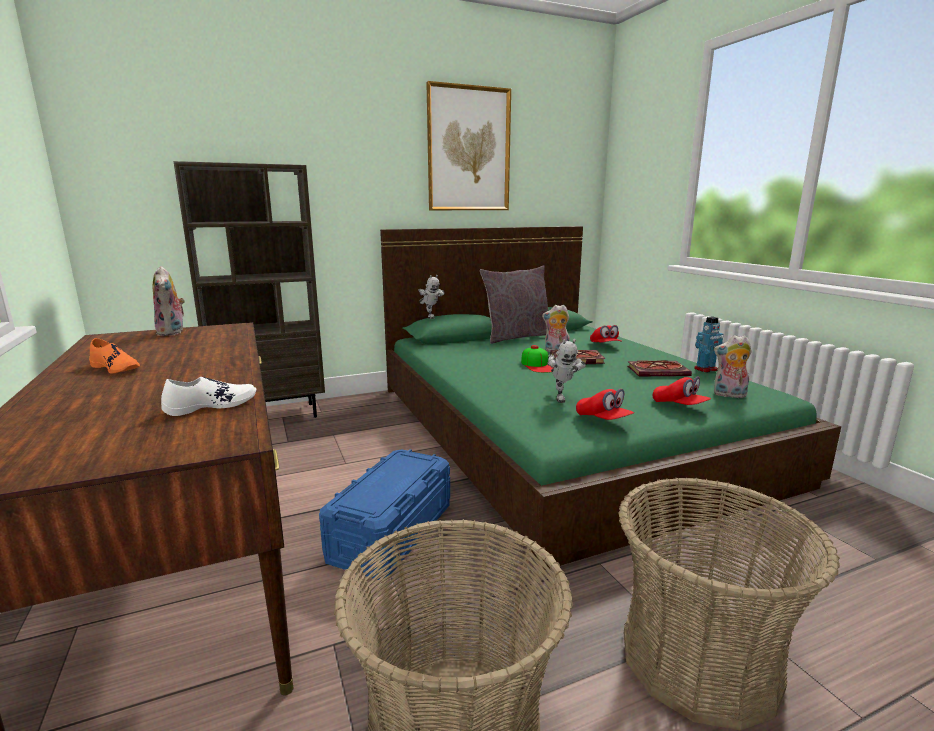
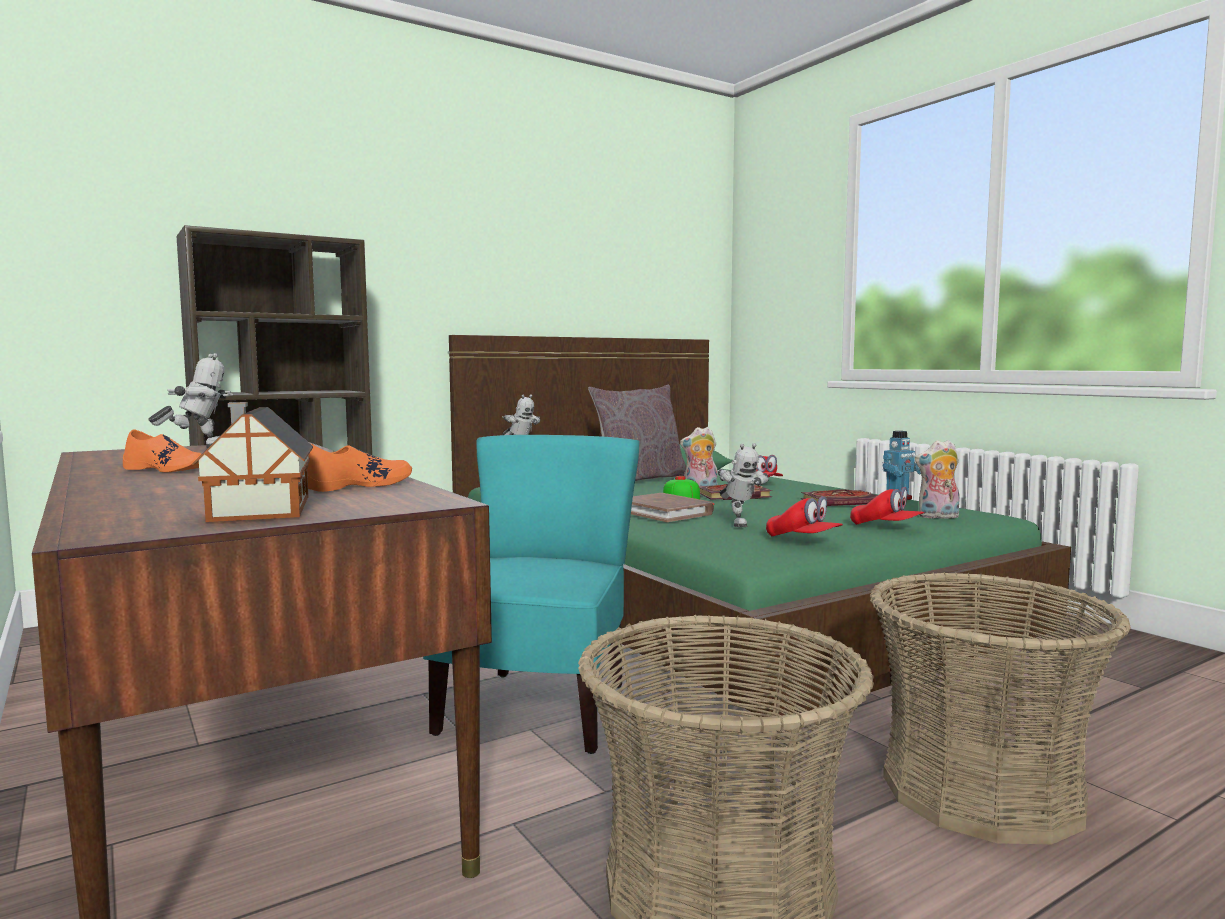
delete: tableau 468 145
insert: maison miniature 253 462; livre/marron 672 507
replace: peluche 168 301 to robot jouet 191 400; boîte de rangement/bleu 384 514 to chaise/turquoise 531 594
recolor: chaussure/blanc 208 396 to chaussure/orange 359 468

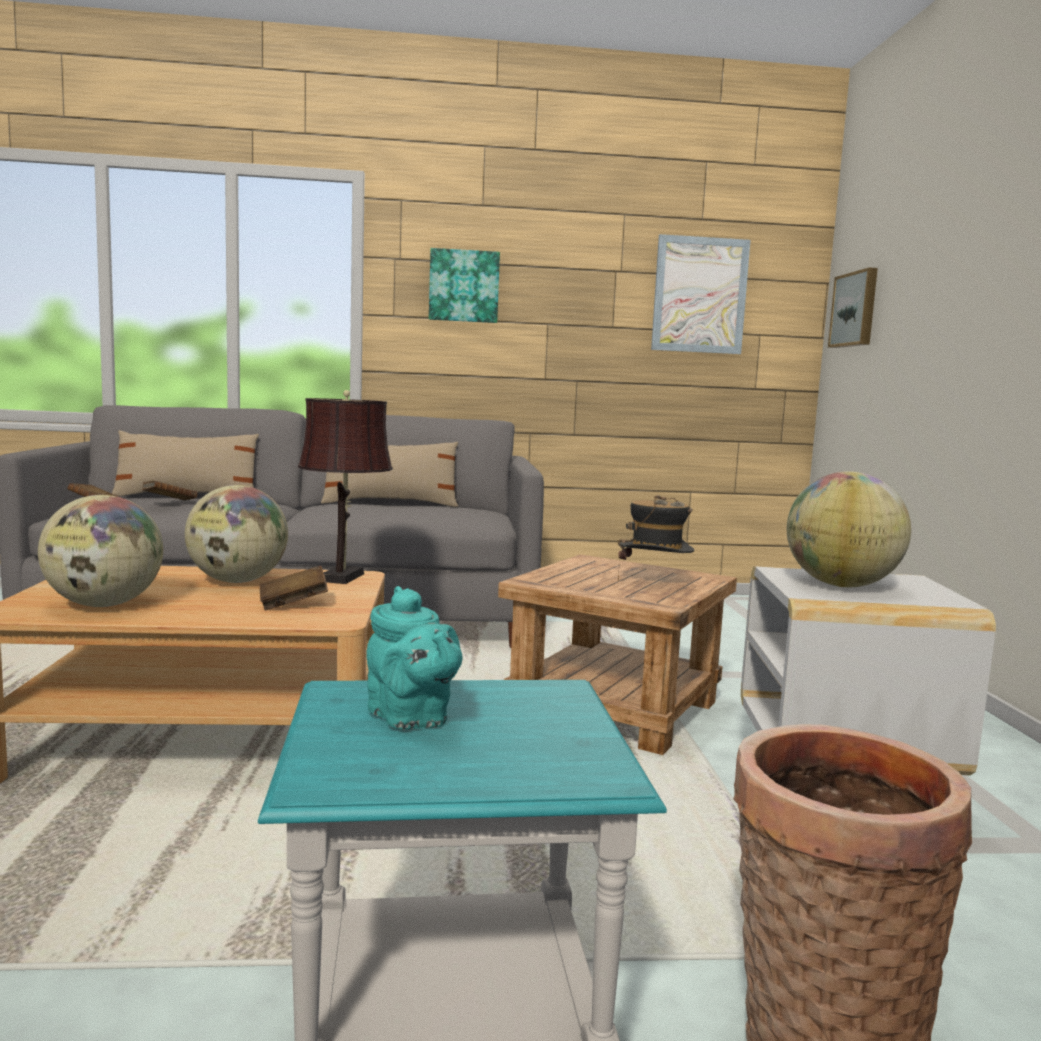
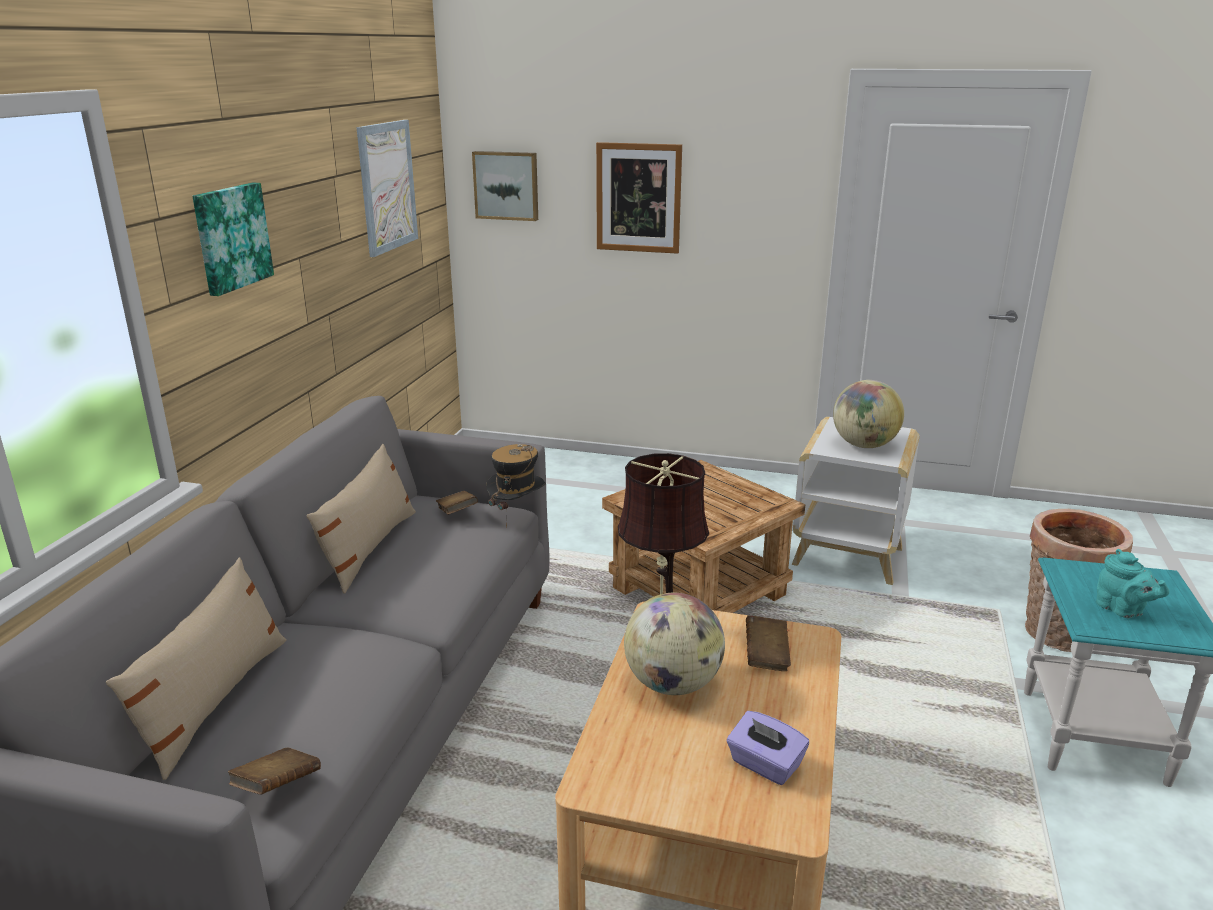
insert: tableau 639 198
move: livre/marron 170 490 to 457 503; chapeau 656 538 to 516 486
replace: globe 100 551 to boîte à mouchoirs/violet 768 748
rotate: théière/turquoise 414 657 = 1132 583 75 degrees clockwise

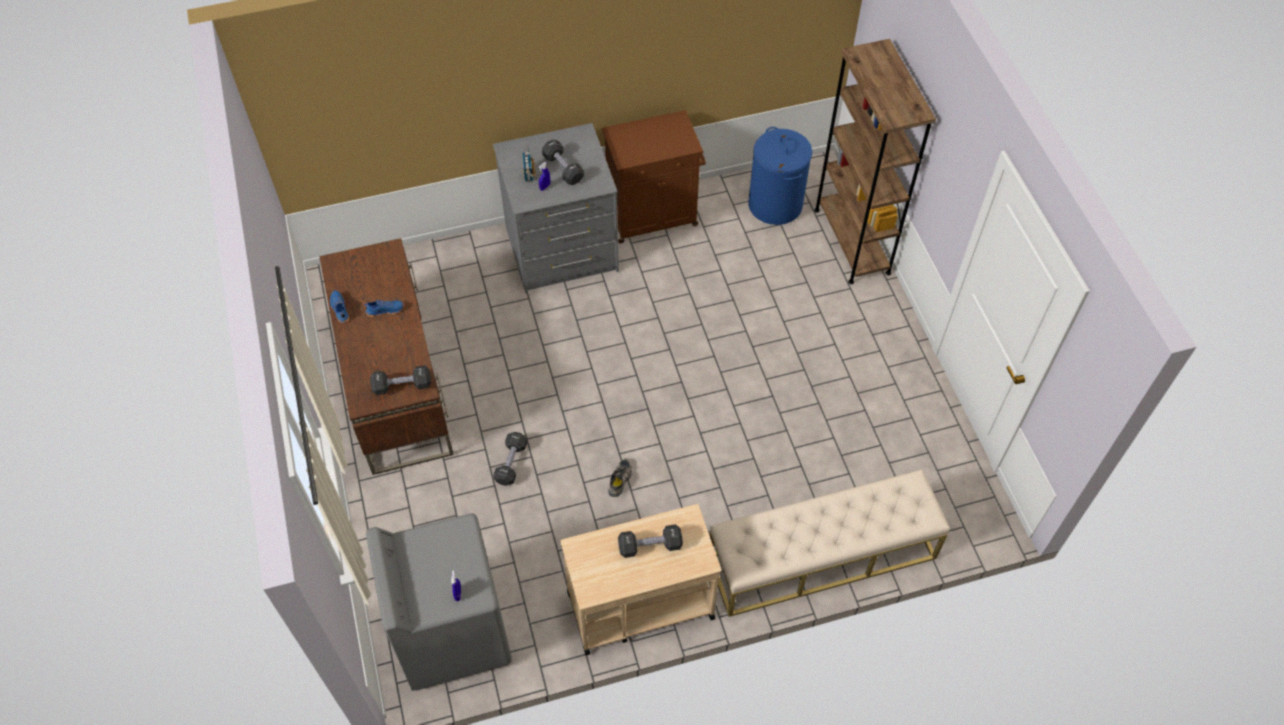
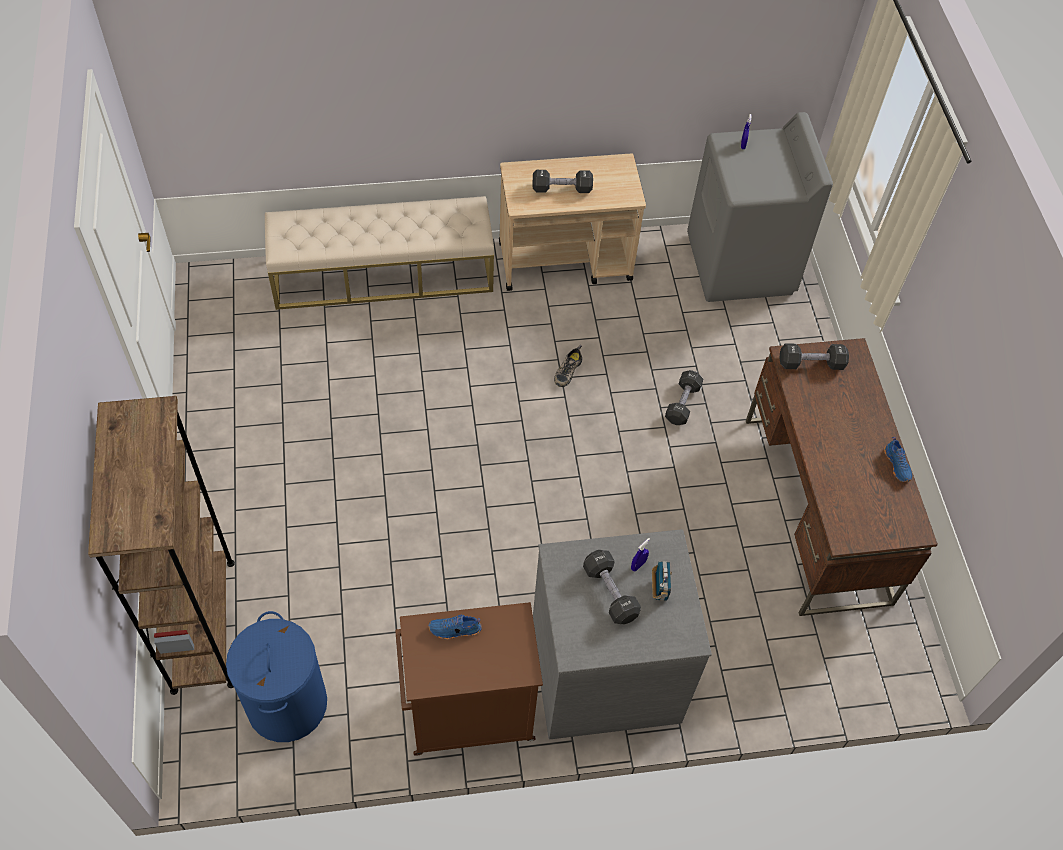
move: chaussure/bleu 383 308 to 455 627

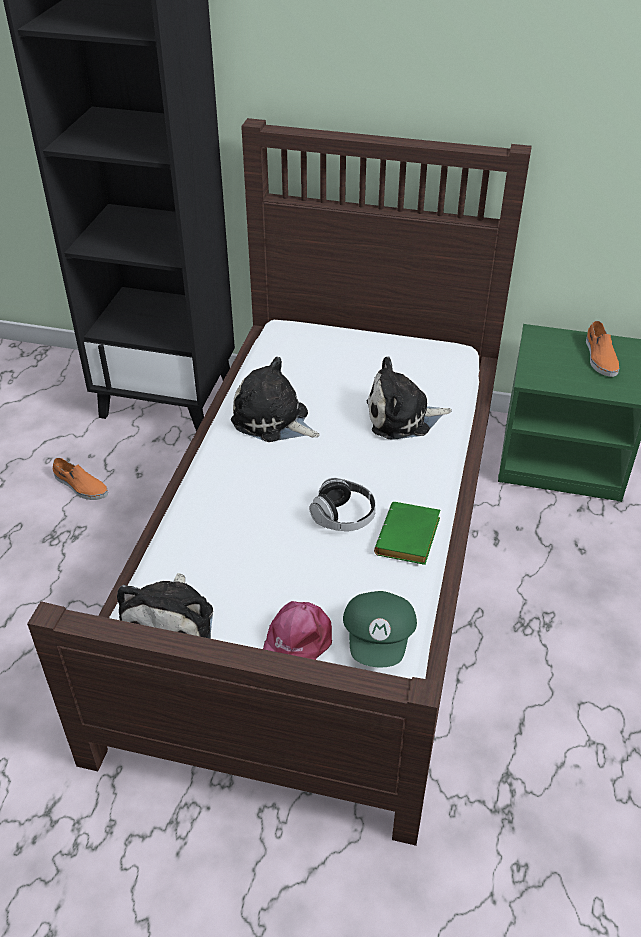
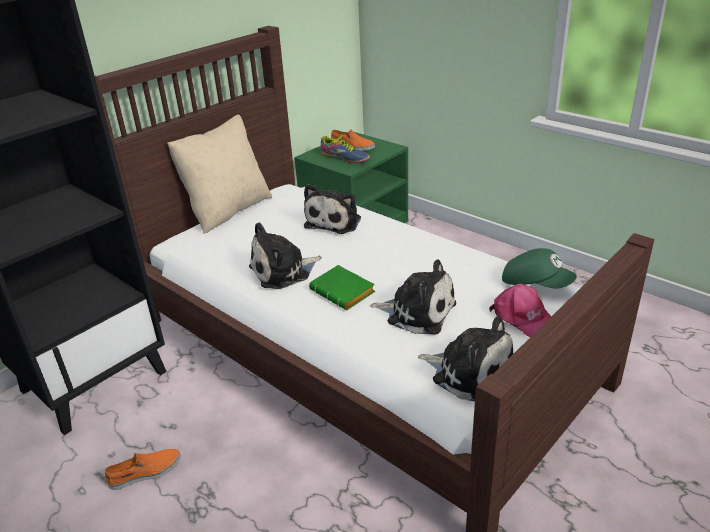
delete: casque audio 342 504
insert: coussin/beige 219 174; chaussure 345 148; peluche 413 297
move: livre/vert 407 533 to 342 287

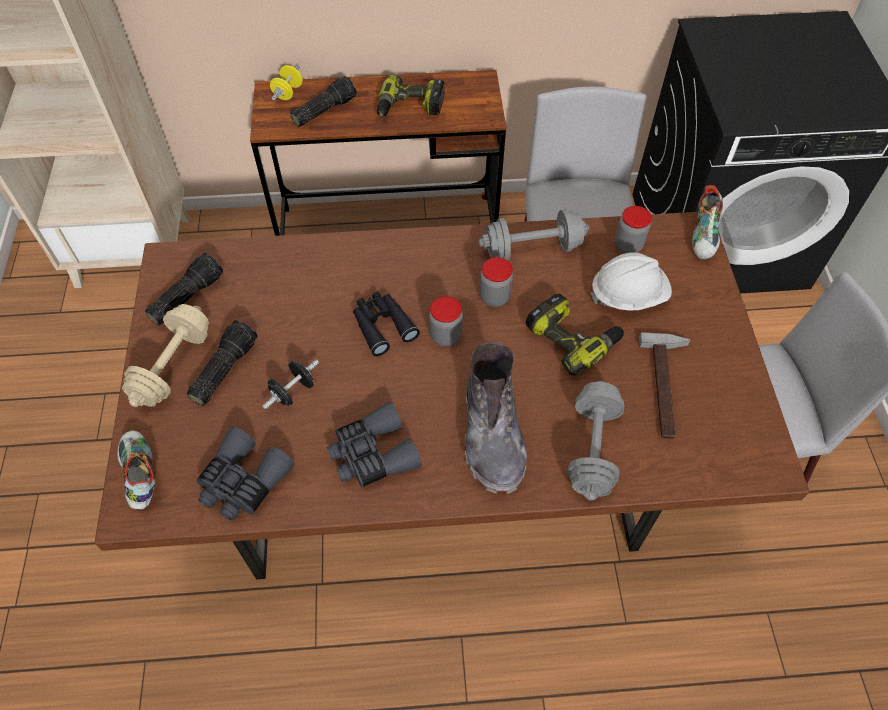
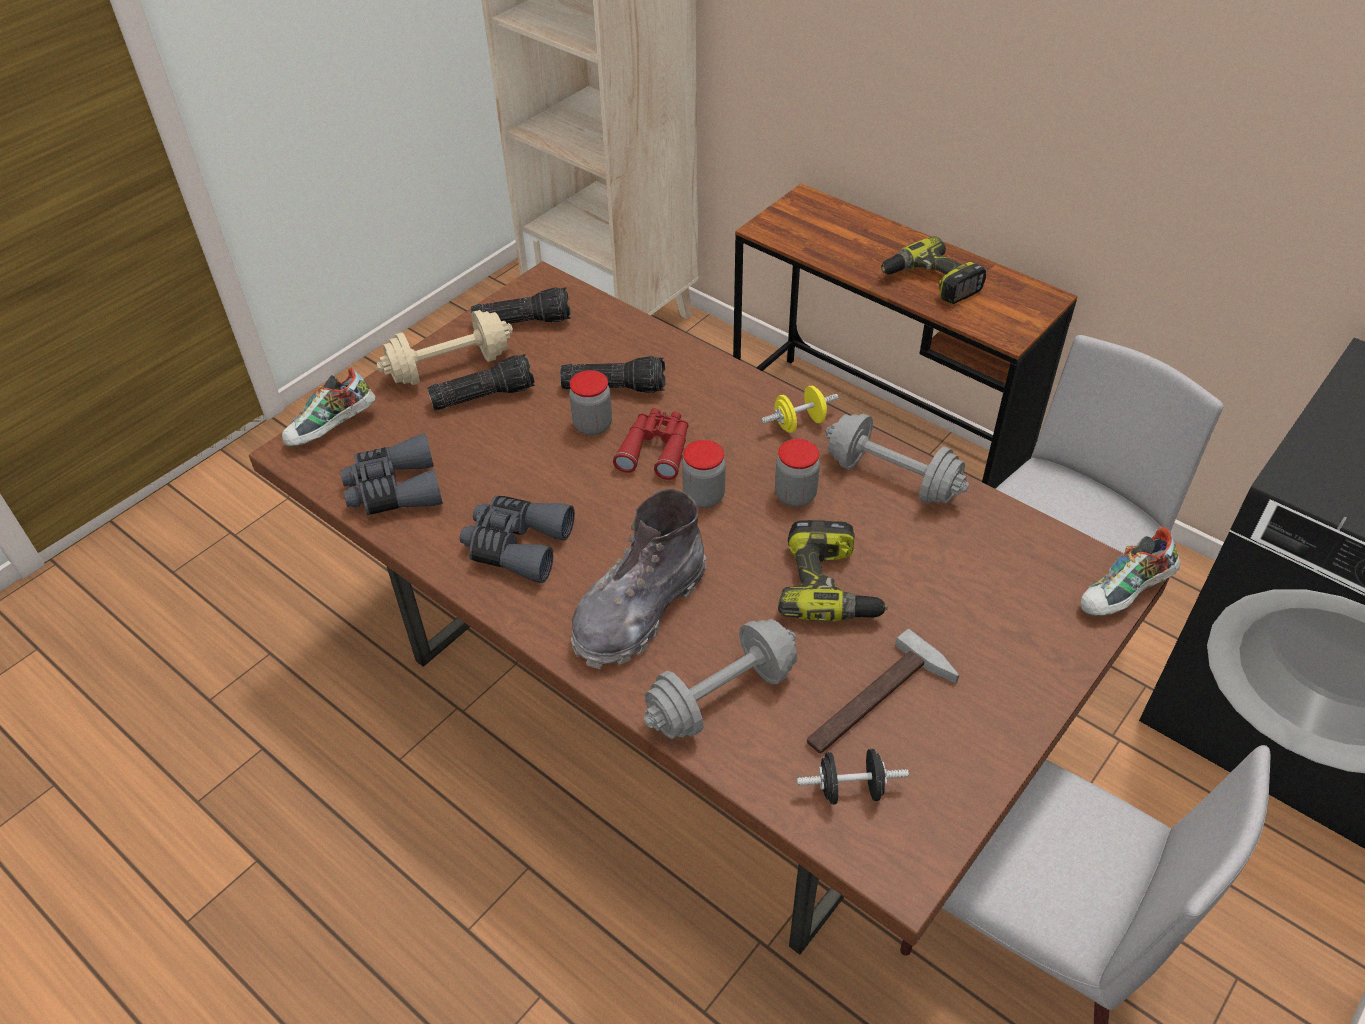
delete: casque de chantier/blanc 631 281
move: lampe de poche 323 101 to 613 374; bocal 633 229 to 590 402; haltère/jaune 286 83 to 800 409; haltère/noir 290 384 to 853 777
recolor: jumelles/noir 386 324 to jumelles/rouge 651 444
rotate: chaussure 136 469 = 329 407 150 degrees counterclockwise

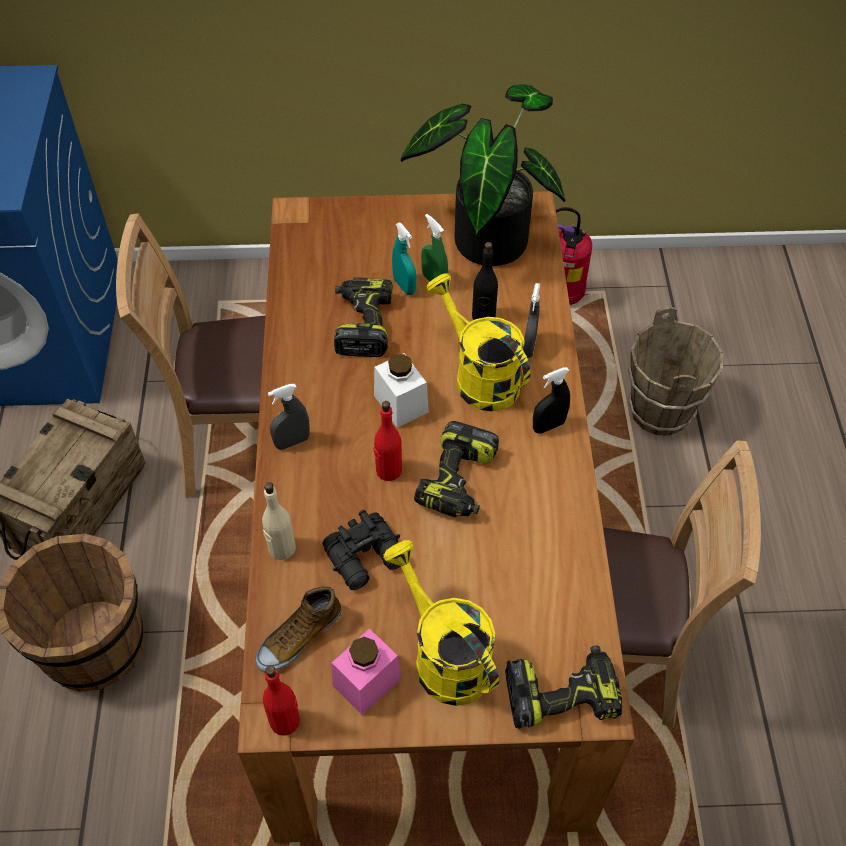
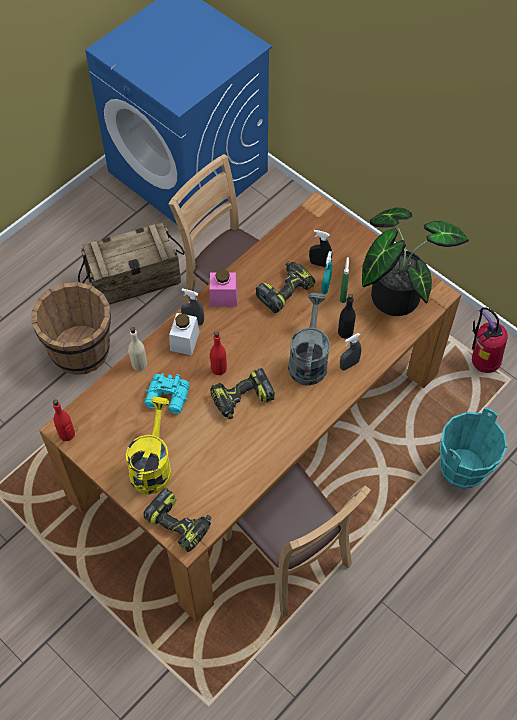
delete: chaussure 298 629
move: bocal/blanc 401 390 to 184 334; bocal/rose 366 672 to 224 288; vaporisateur/noir 551 400 to 320 248
recolor: jumelles/noir 361 550 to jumelles/turquoise 167 393; arrosoir/jaune 478 342 to arrosoir/gris 309 339; seau/marron 675 371 to seau/turquoise 473 448

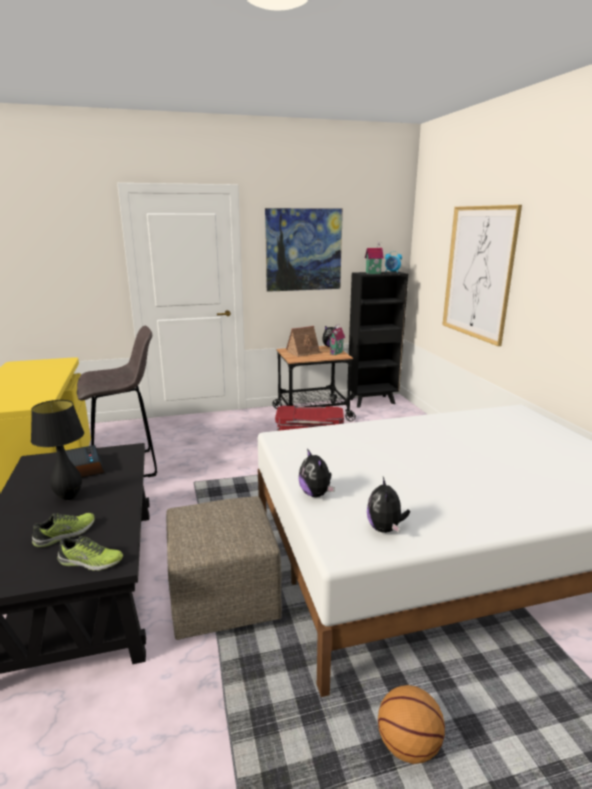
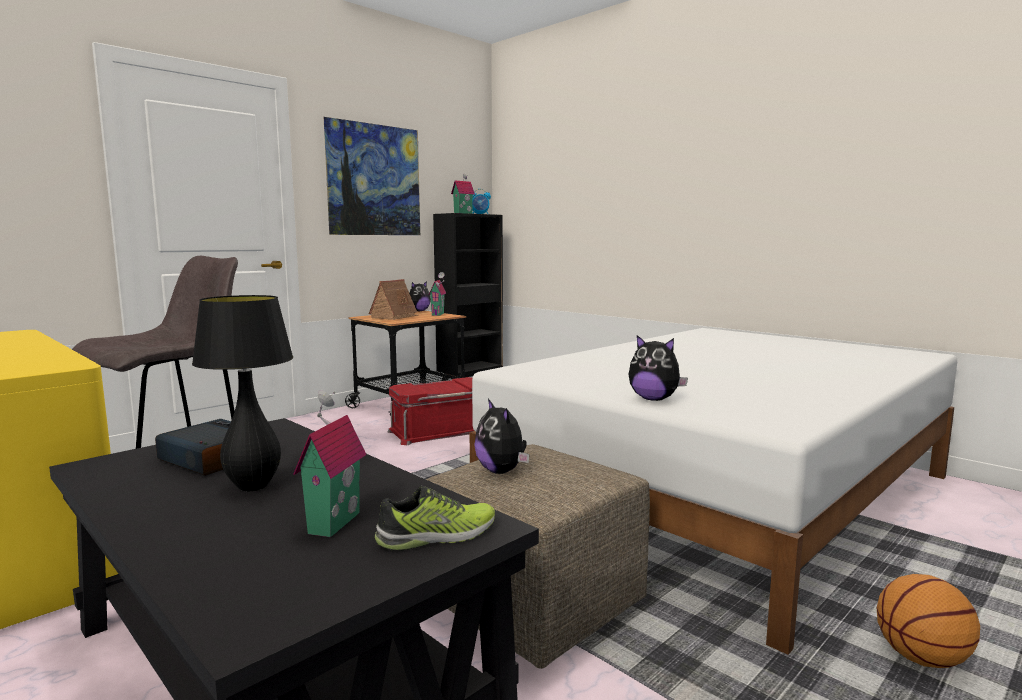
delete: tableau 482 275
move: peluche 388 505 to 501 436
replace: chaussure 63 530 to maison miniature 329 463

